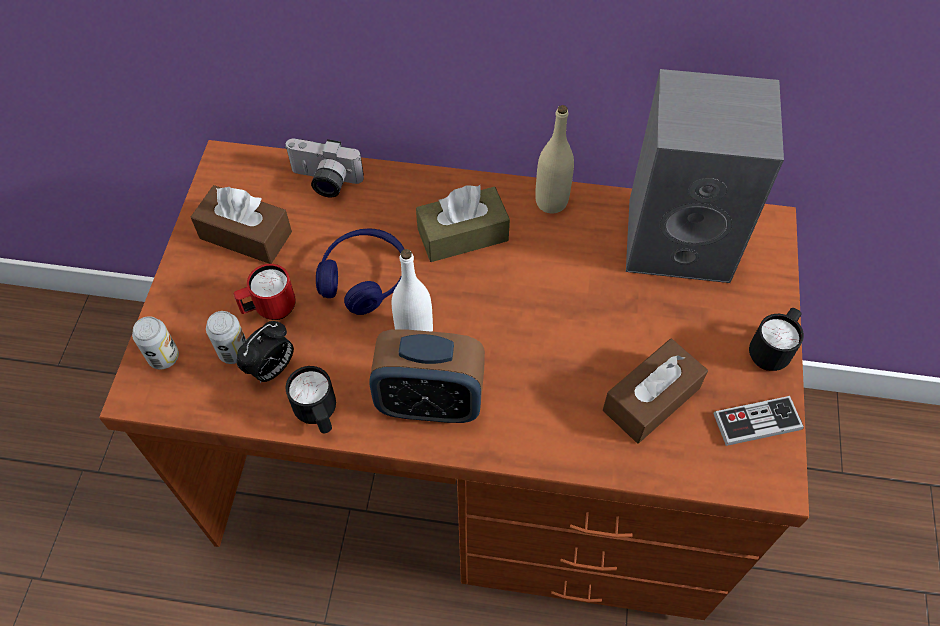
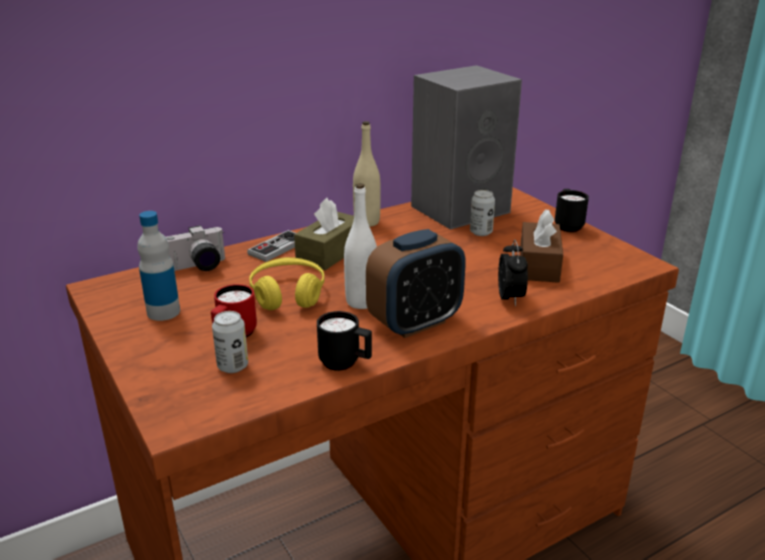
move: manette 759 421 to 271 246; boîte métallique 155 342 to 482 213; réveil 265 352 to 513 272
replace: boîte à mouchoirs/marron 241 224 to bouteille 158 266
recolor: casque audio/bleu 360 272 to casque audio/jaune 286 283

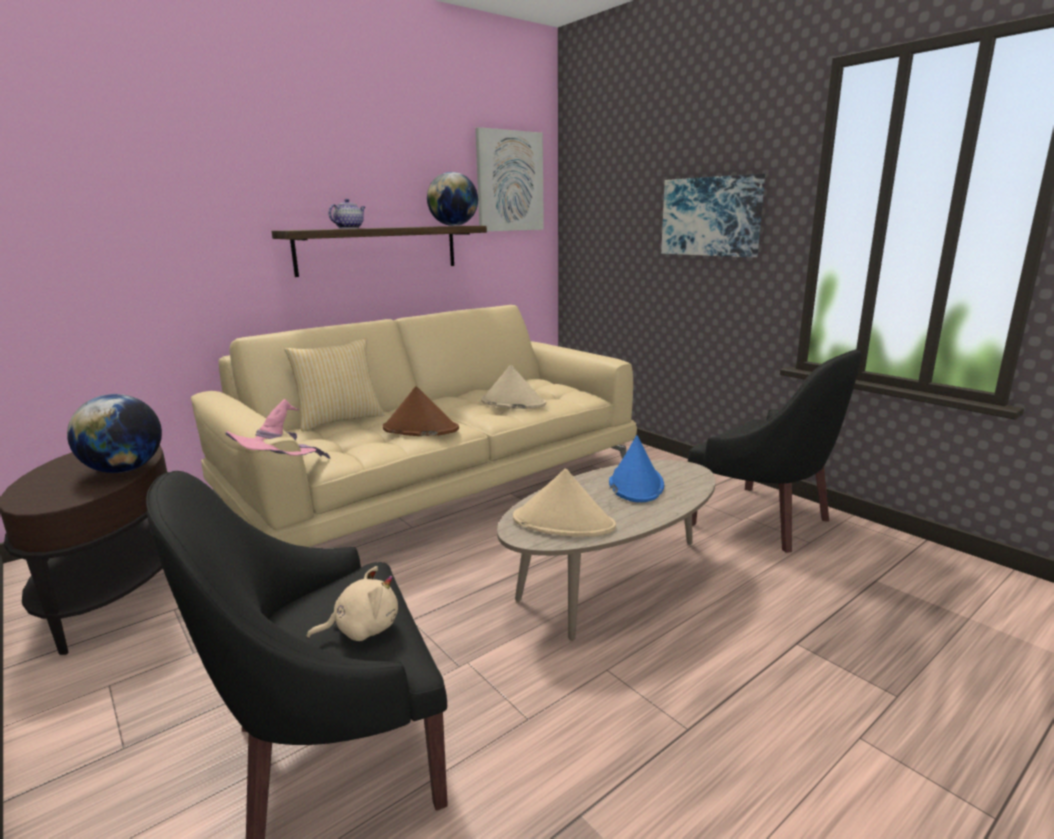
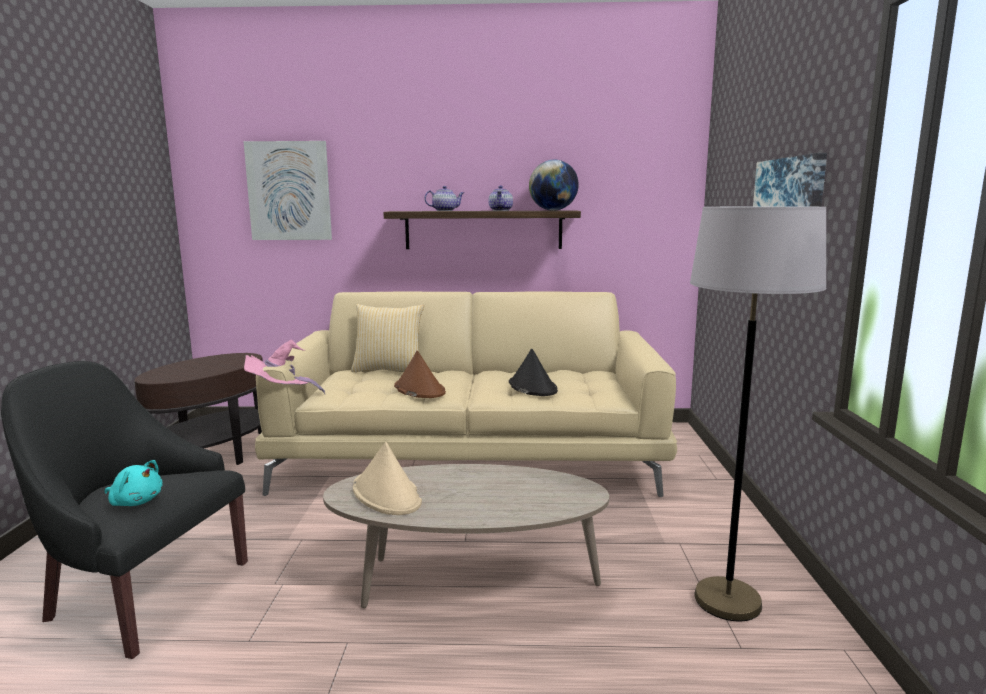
delete: globe 114 433; chapeau/bleu 636 469
insert: théière 500 198
move: tableau 509 179 to 287 190
replace: fauteuil/noir 774 451 to lampadaire/gris 758 413
recolor: peluche/beige 352 603 to peluche/turquoise 134 483; chapeau/beige 513 387 to chapeau/noir 533 372

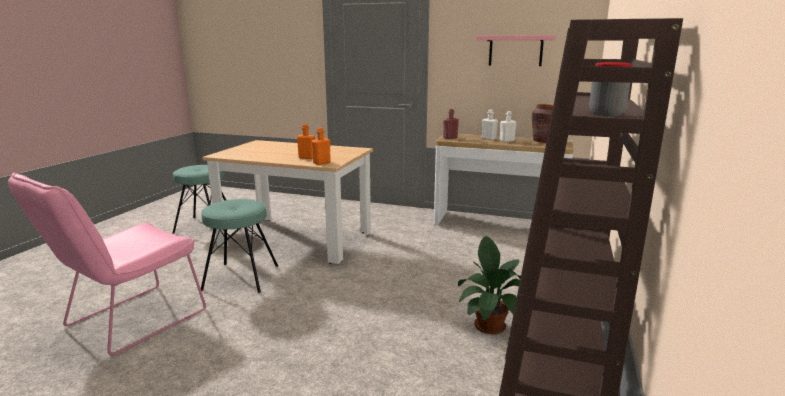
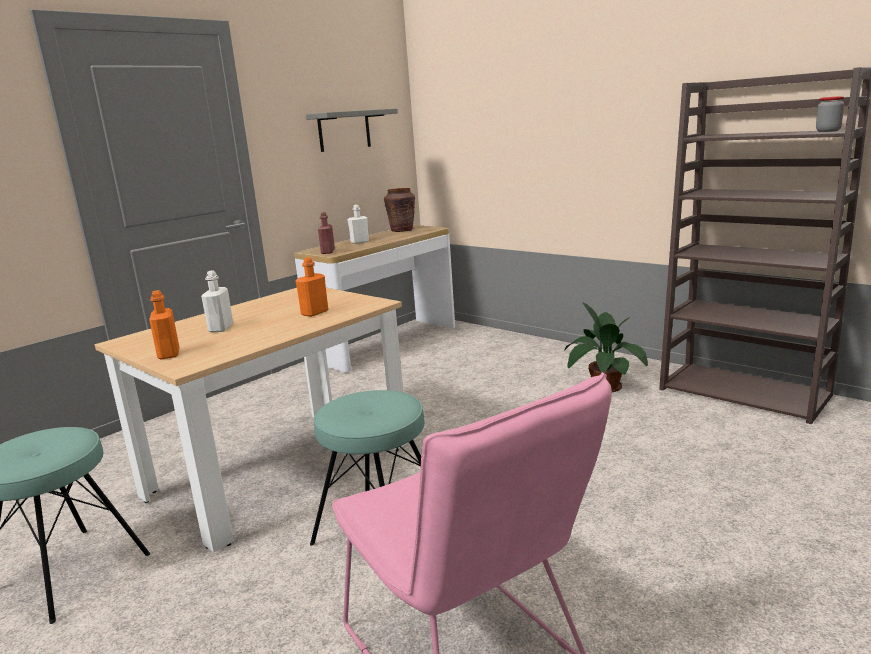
move: bouteille/orange 321 146 to 164 324; bouteille/blanc 508 126 to 217 301
recolor: étagère/rose 516 50 to étagère/gris 352 130

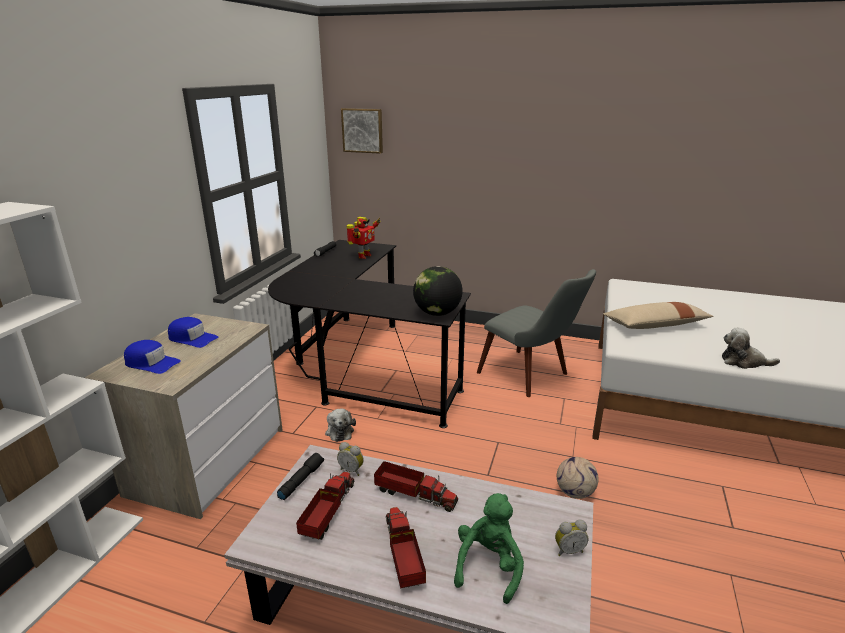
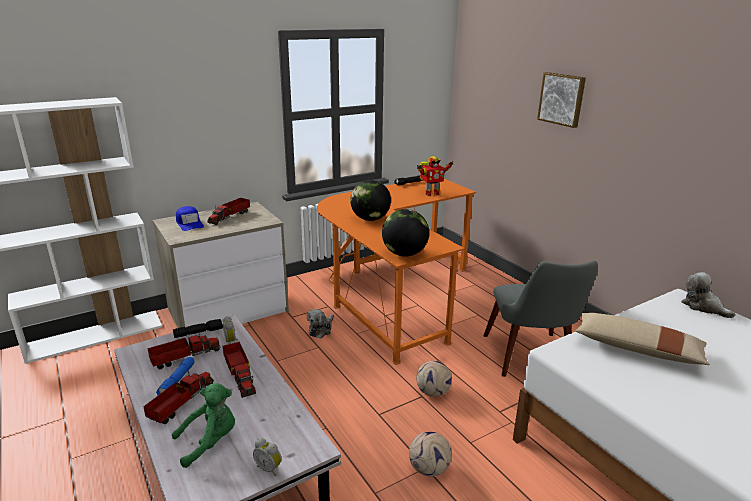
insert: lampe de poche/bleu 175 376; globe 370 200; ballon de foot 434 379
move: tableau 362 131 to 561 100; peluche 751 348 to 708 295
replace: casquette/bleu 193 332 to camion jouet 228 211
recolor: bureau/noir 369 334 to bureau/orange 396 271

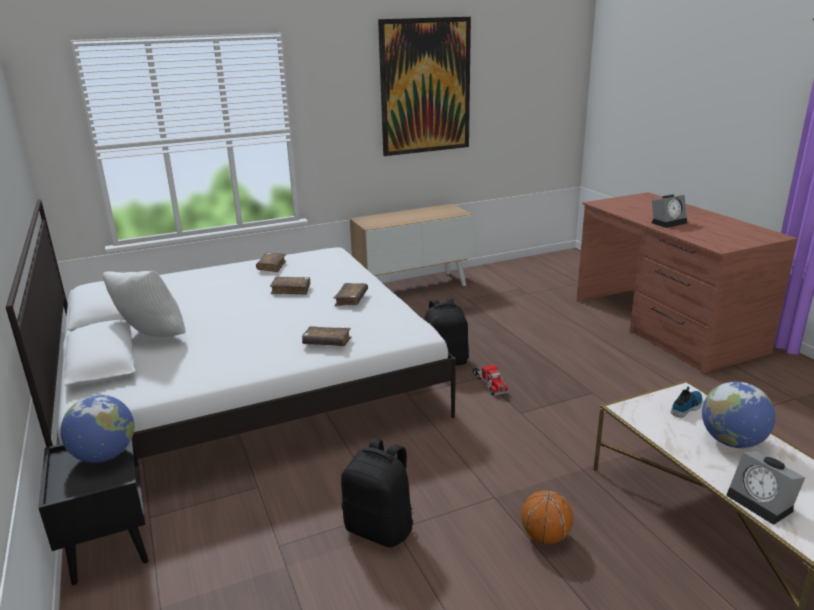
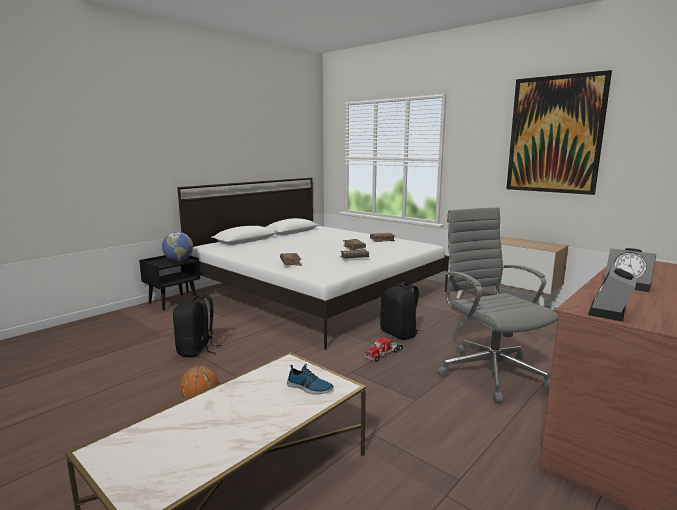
delete: coussin/blanc 144 303; globe 738 415
insert: chaise de bureau/gris 498 305
move: réveil 765 488 to 612 293

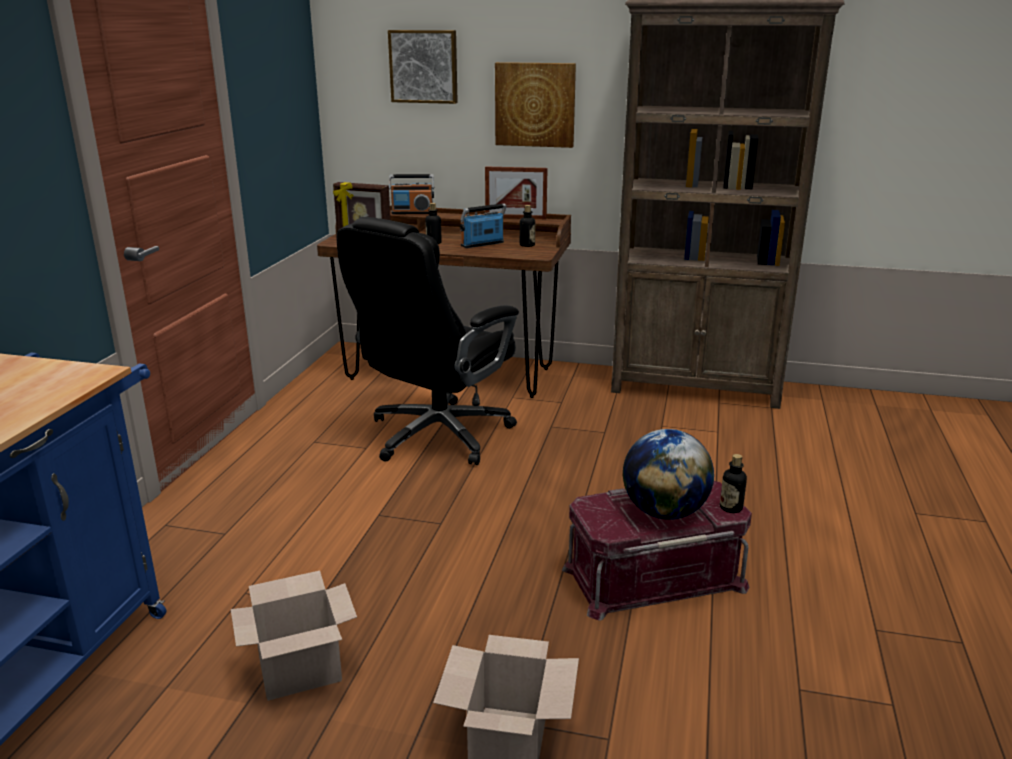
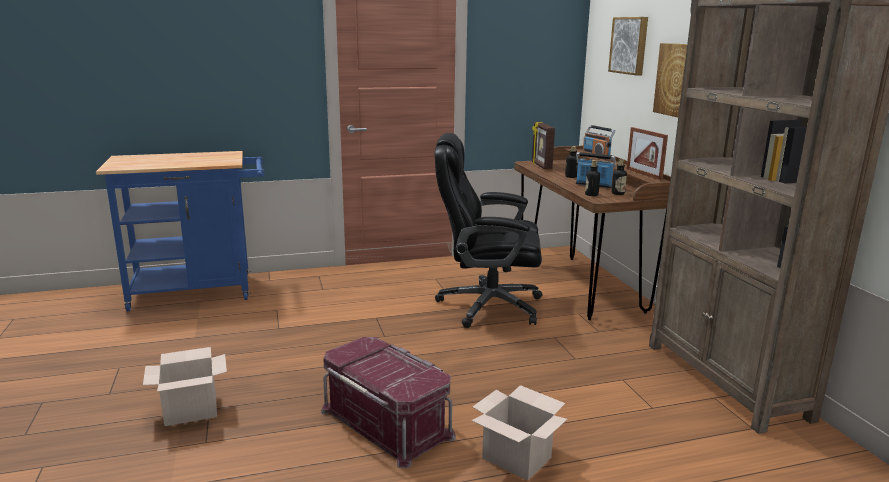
delete: globe 668 474
move: carton 294 635 to 519 433; bouteille 733 483 to 592 178

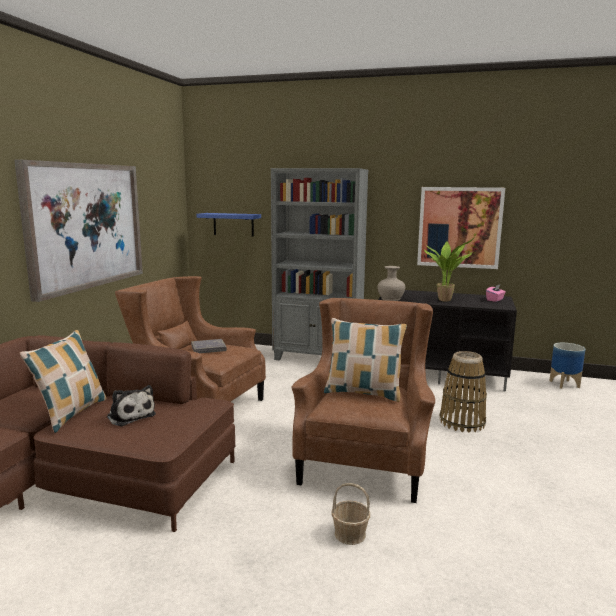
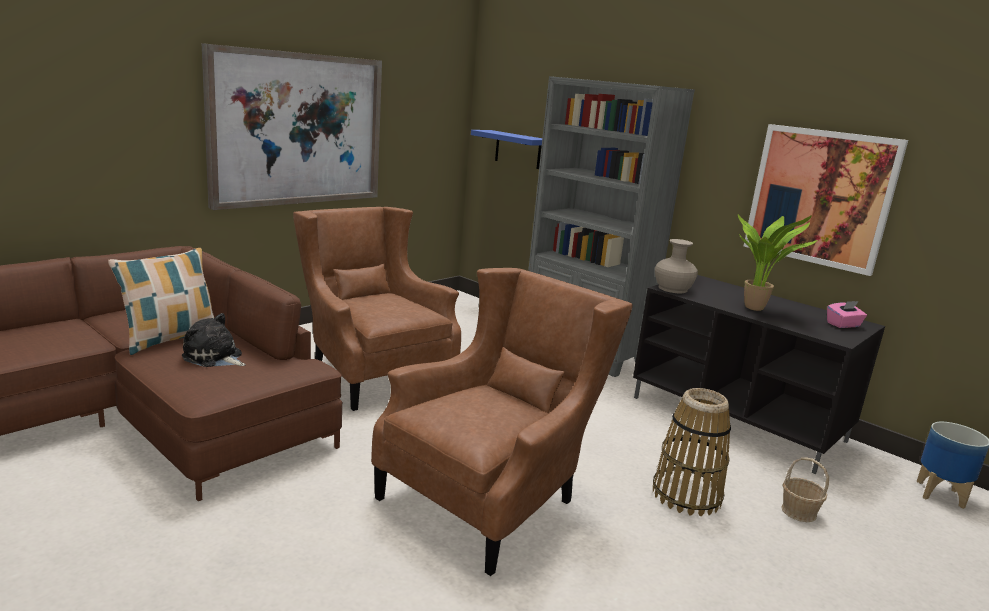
delete: livre/gris 209 346; coussin 365 360
move: panier 350 514 to 805 489
rotate: peluche 131 406 = 214 340 135 degrees clockwise

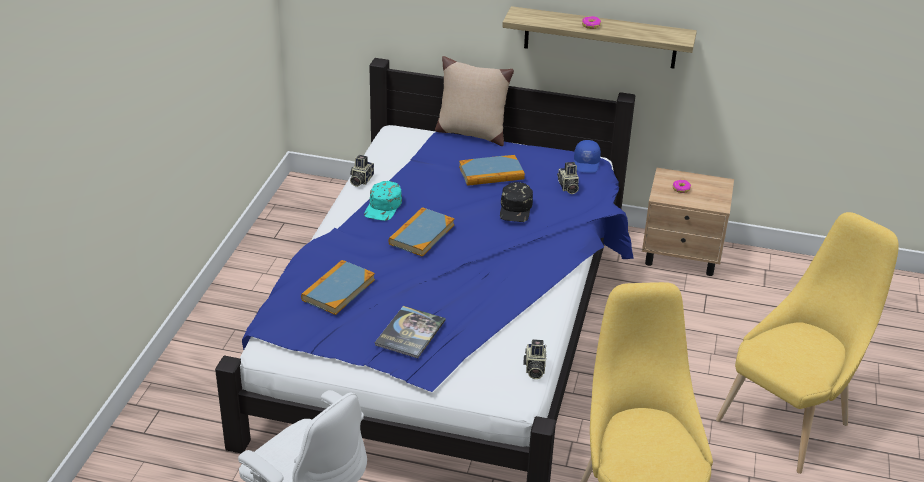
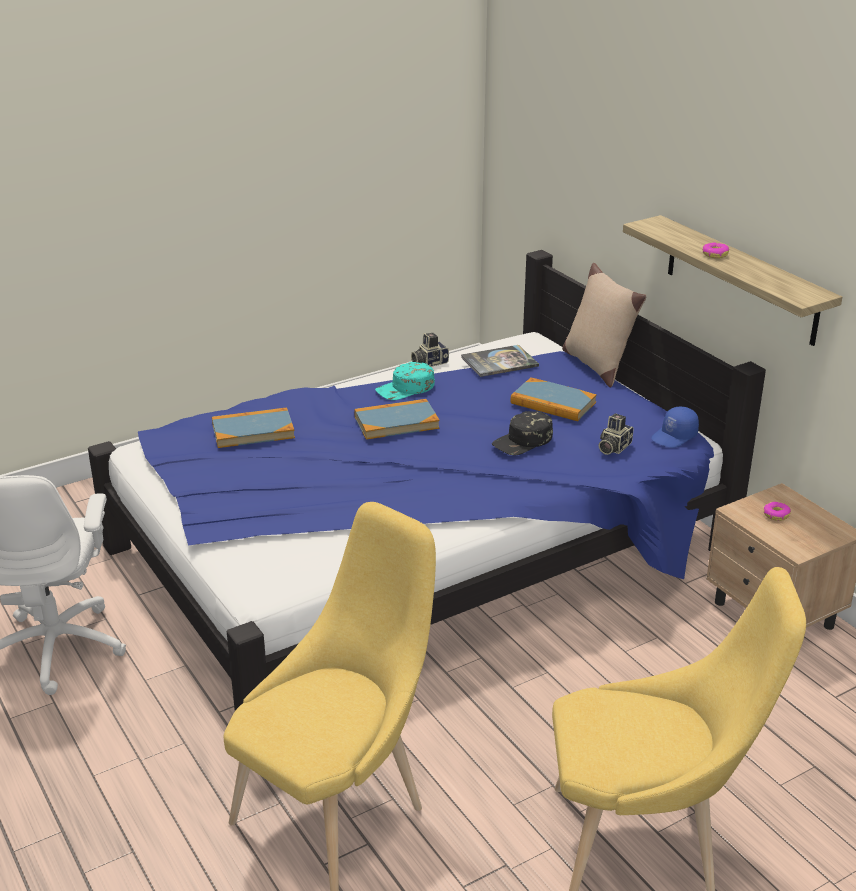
delete: appareil photo 534 359
move: livre 409 332 to 500 361

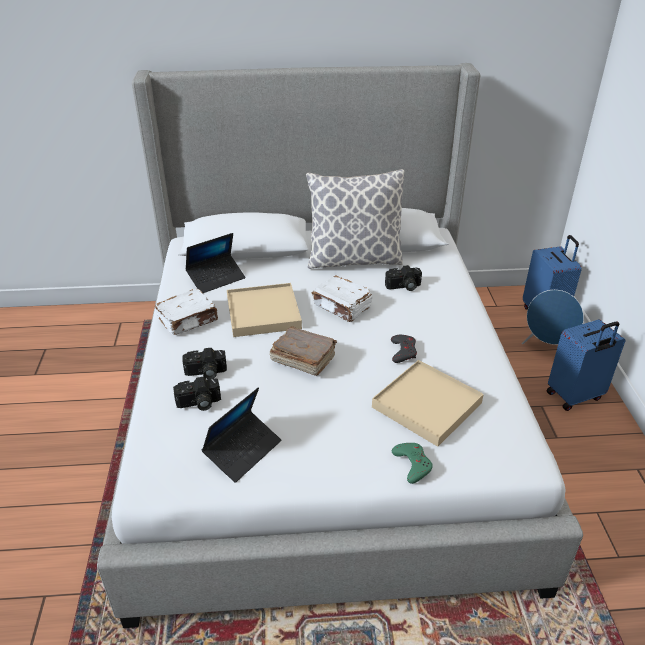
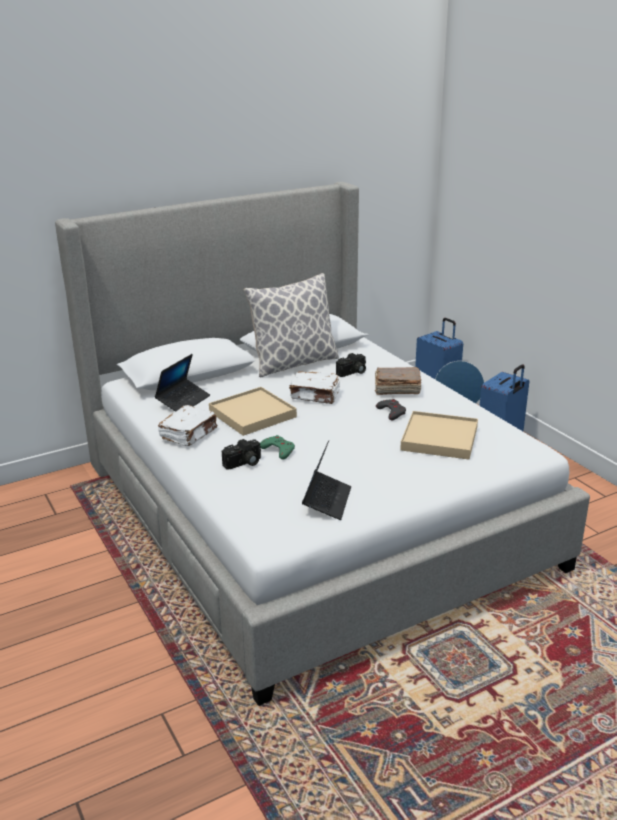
delete: appareil photo 197 394
move: manette/vert 412 463 to 277 447; livre/marron 303 351 to 398 381

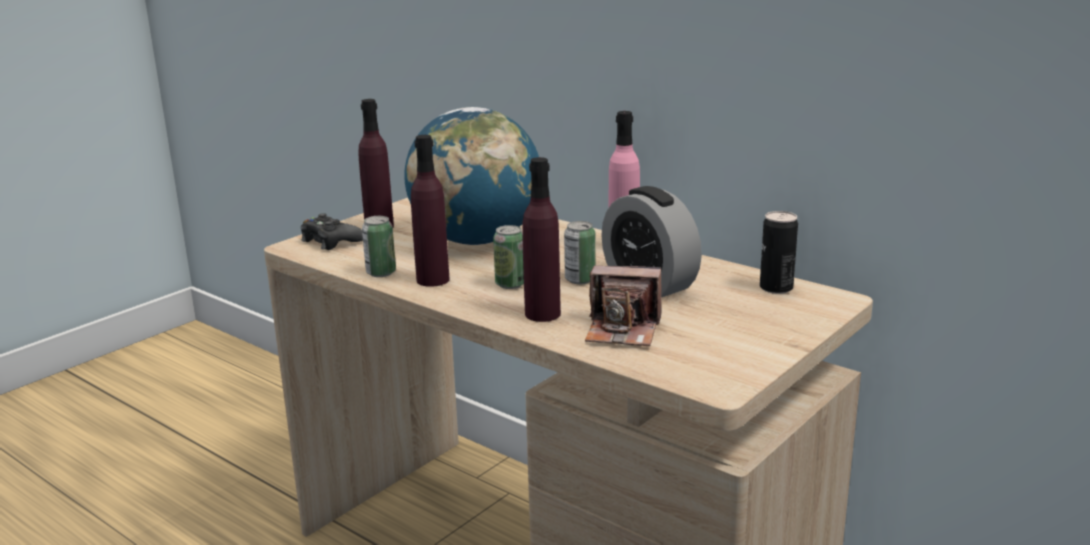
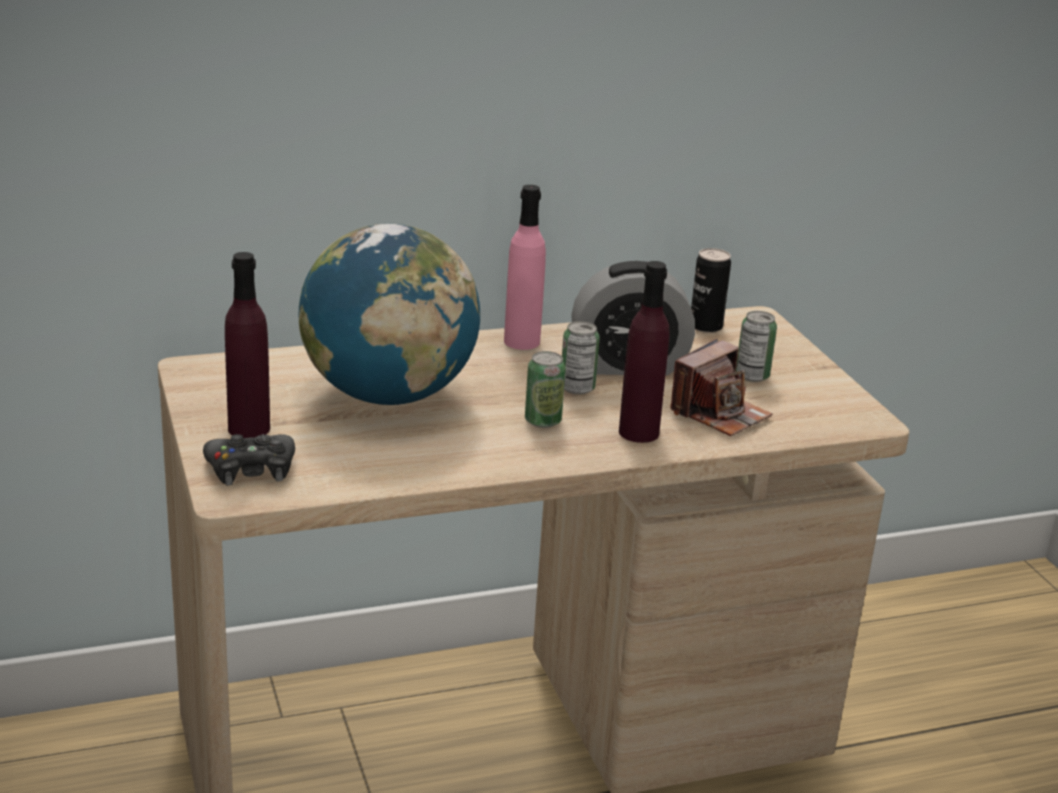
delete: bouteille/violet 430 211
move: boîte métallique 379 246 to 756 346

